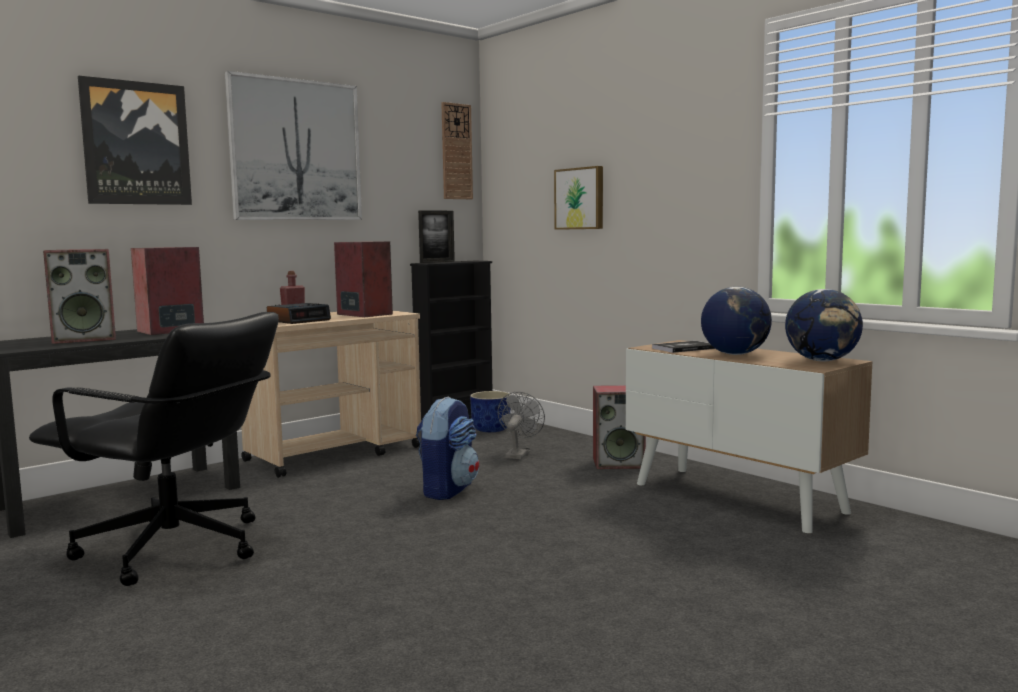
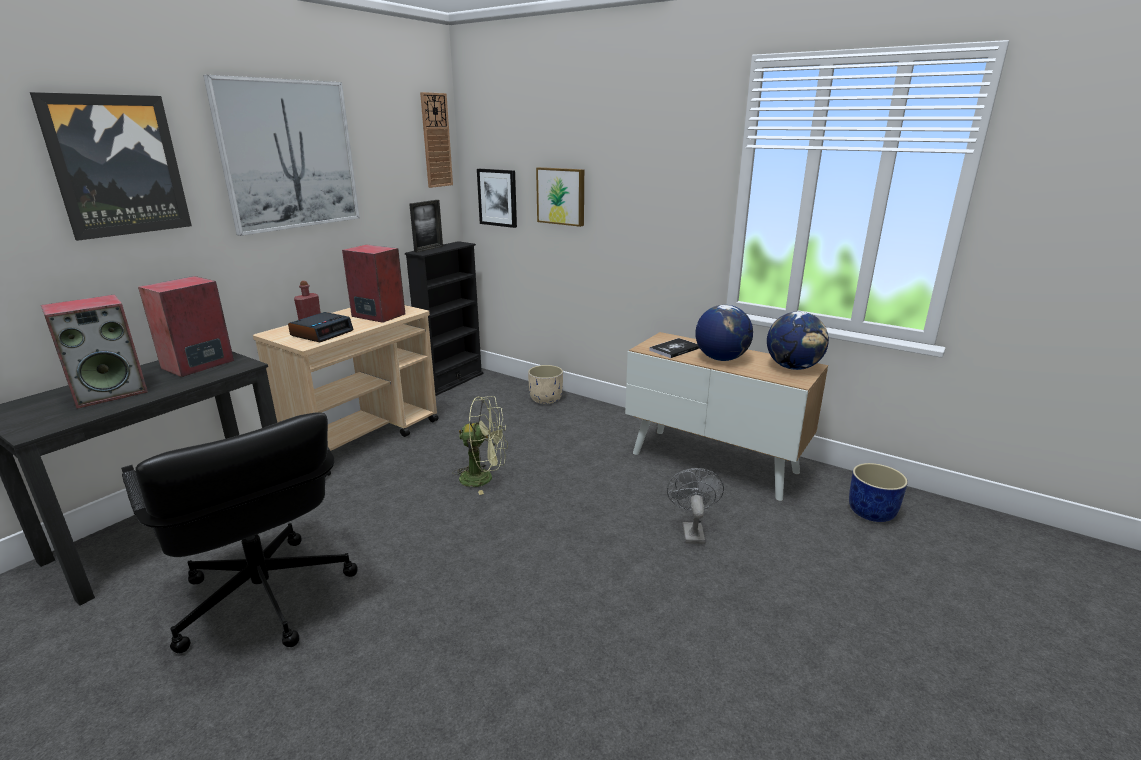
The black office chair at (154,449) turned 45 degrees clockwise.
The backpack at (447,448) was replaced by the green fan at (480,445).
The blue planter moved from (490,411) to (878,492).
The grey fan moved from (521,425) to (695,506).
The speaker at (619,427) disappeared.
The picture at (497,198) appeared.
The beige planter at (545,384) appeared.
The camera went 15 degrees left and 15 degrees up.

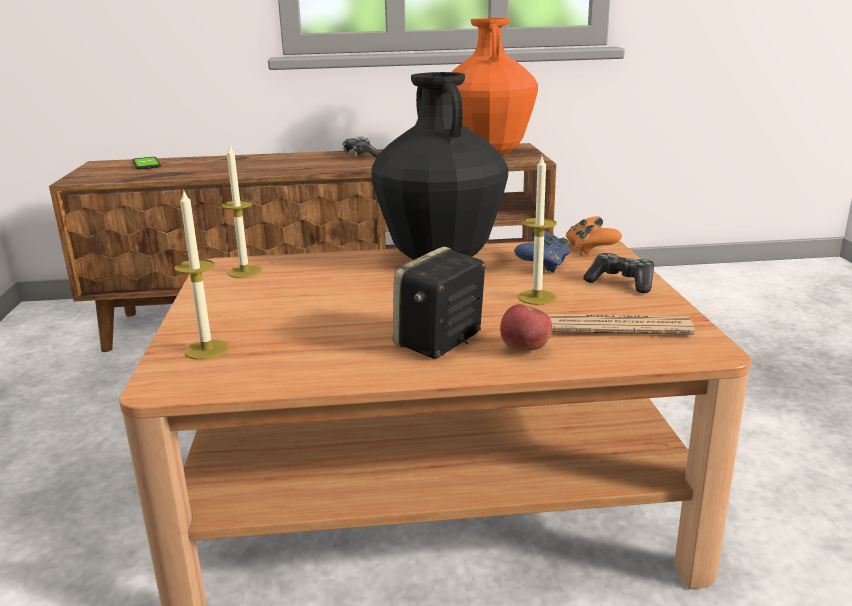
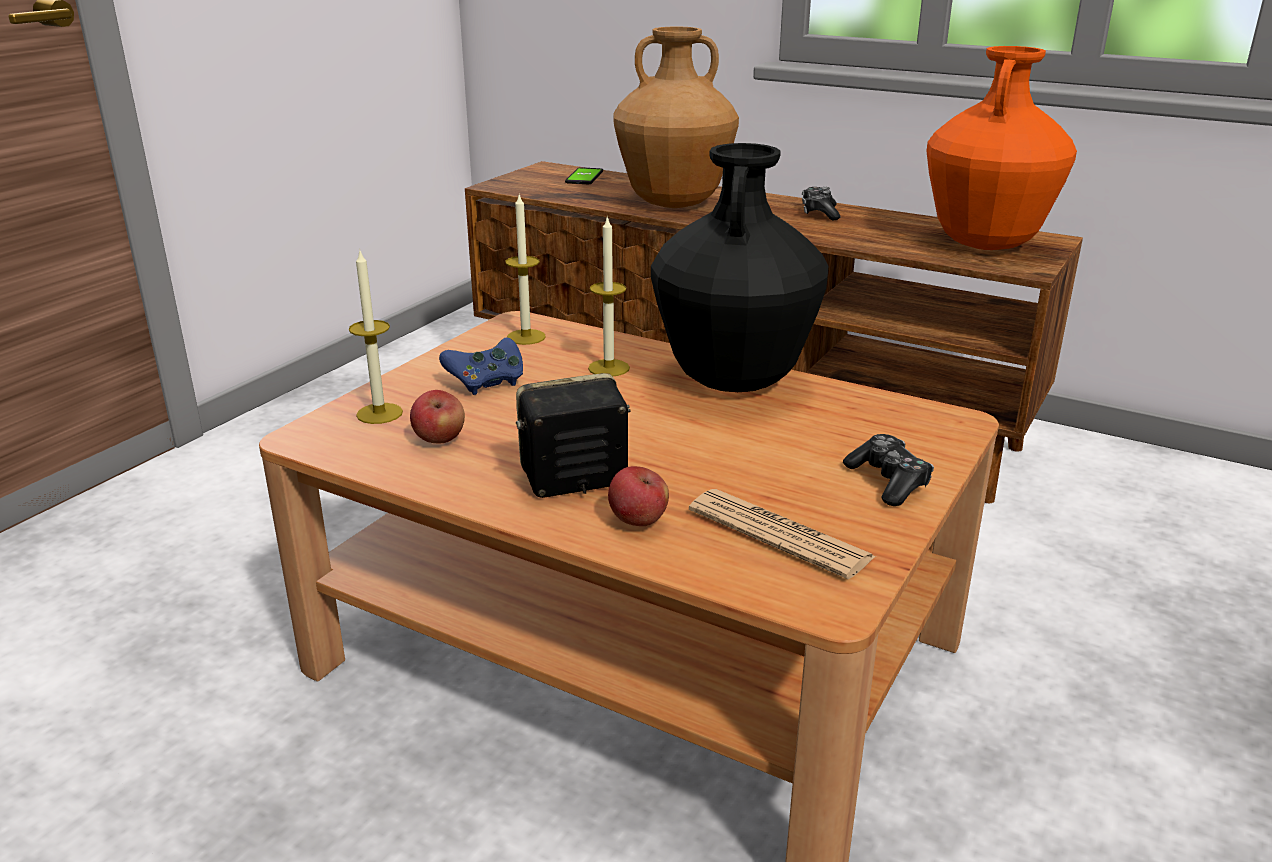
The blue game controller moved from (542,252) to (481,366).
The candle moved from (537,231) to (609,296).
The orange game controller at (594,236) disappeared.
The apple at (437,416) appeared.
The brown vase at (676,117) appeared.
The camera went 35 degrees right and 5 degrees up.

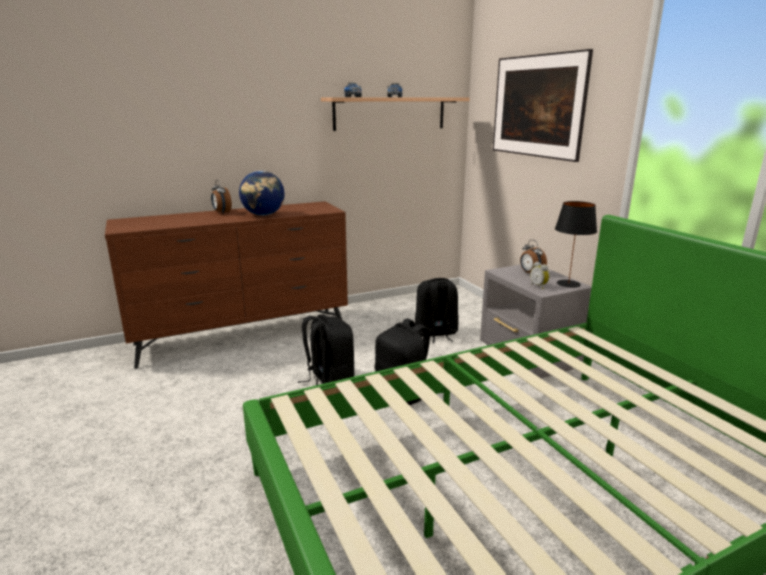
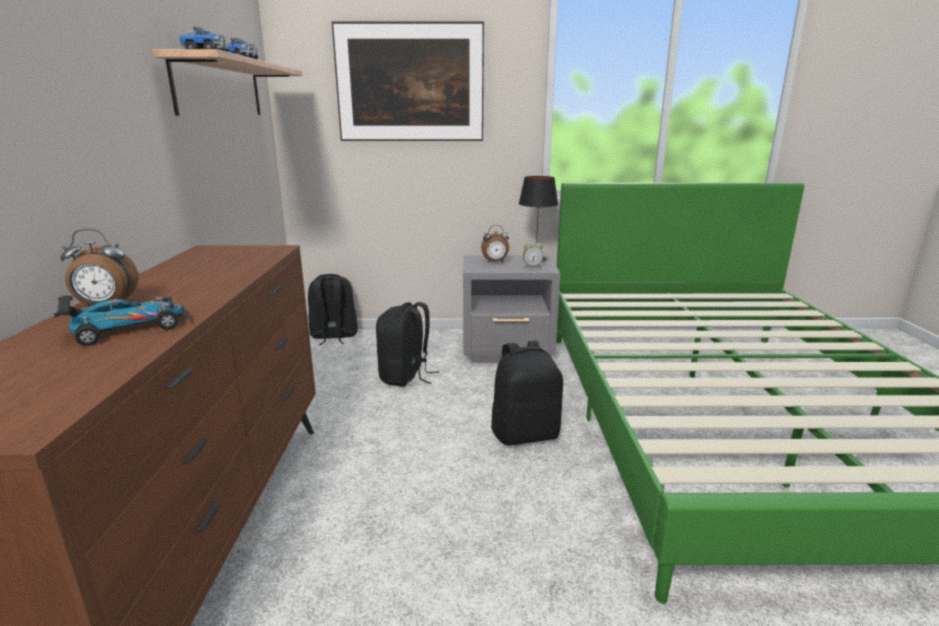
The globe at (262,193) disappeared.
The black backpack moved from (325,349) to (333,309).
The toy car at (121,317) appeared.
The camera went 65 degrees left and 0 degrees up.

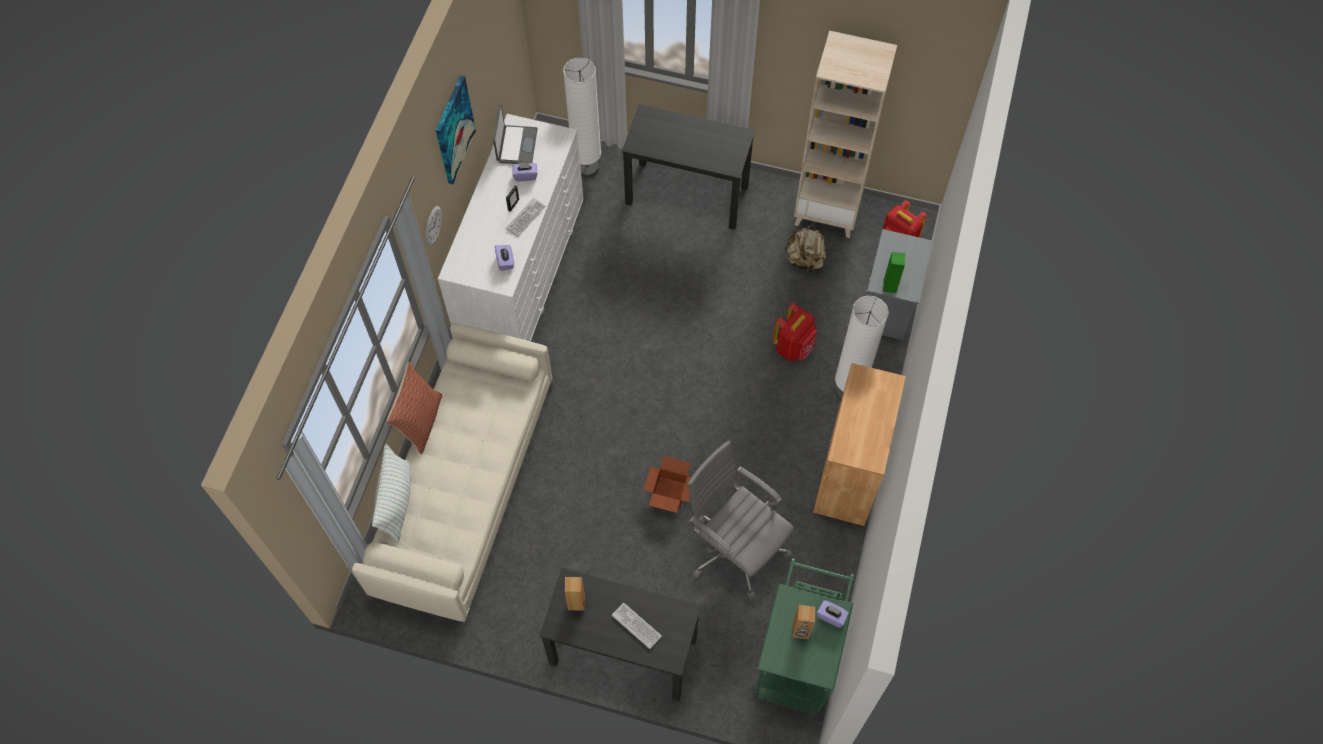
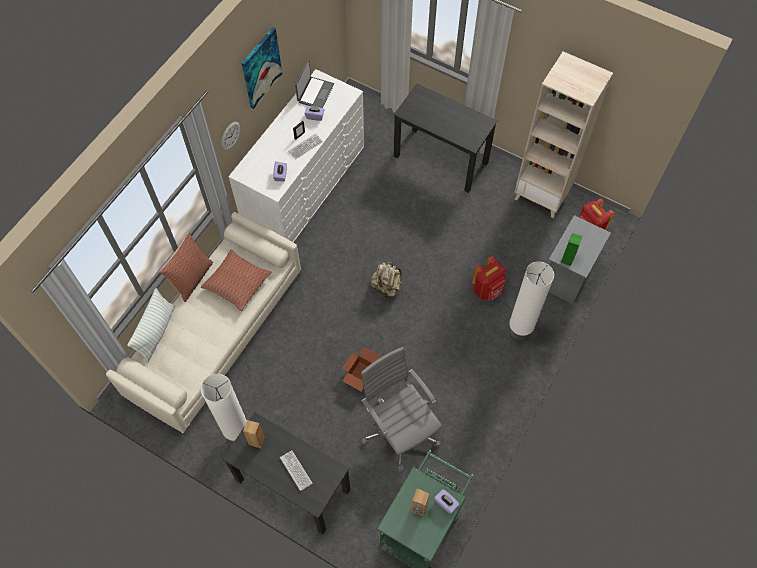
The white floor lamp moved from (582,117) to (224,408).
The beige backpack moved from (805,248) to (386,280).
The brown cabinet at (859,444) disappeared.
The pillow at (236,280) appeared.
The camera went 15 degrees right and 0 degrees up.

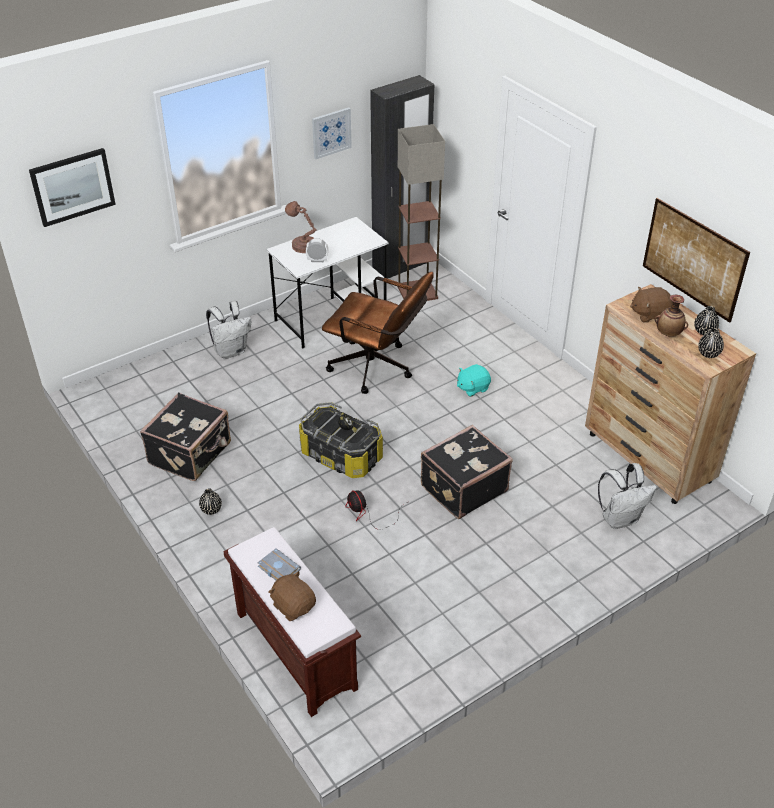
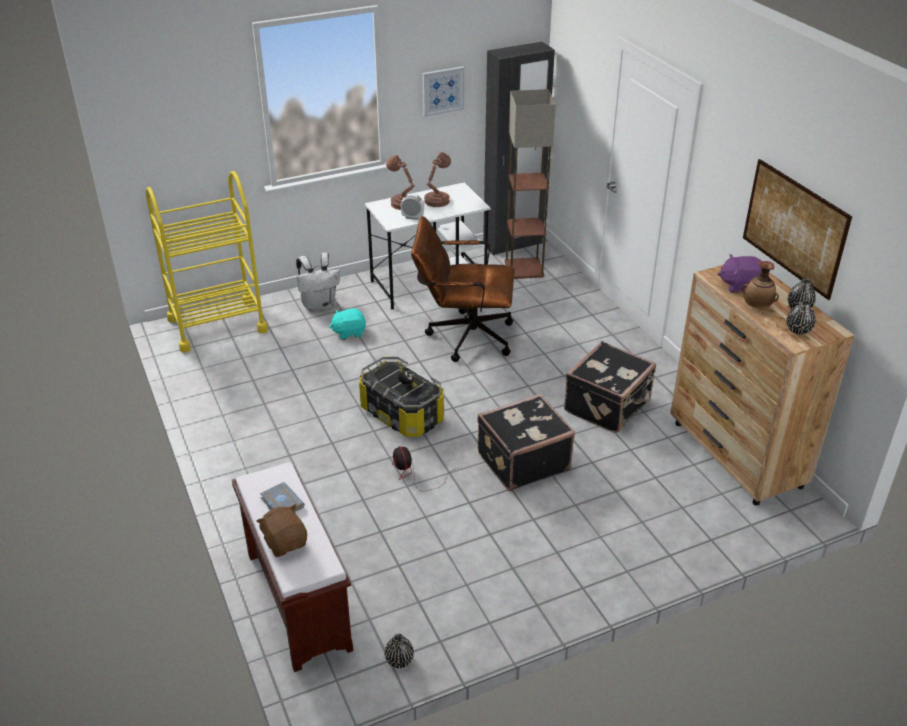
The picture at (72,187) disappeared.
The black suitcase moved from (185,437) to (610,387).
The black vase moved from (210,501) to (399,651).
The brown office chair at (378,333) turned 150 degrees clockwise.
The turquoise plush toy moved from (474,380) to (347,324).
The white backpack at (627,496) disappeared.
The brown plush toy at (651,305) became the purple plush toy at (739,273).
The yellow cart at (207,262) appeared.
The brown table lamp at (437,179) appeared.
The camera went 10 degrees right and 5 degrees down.

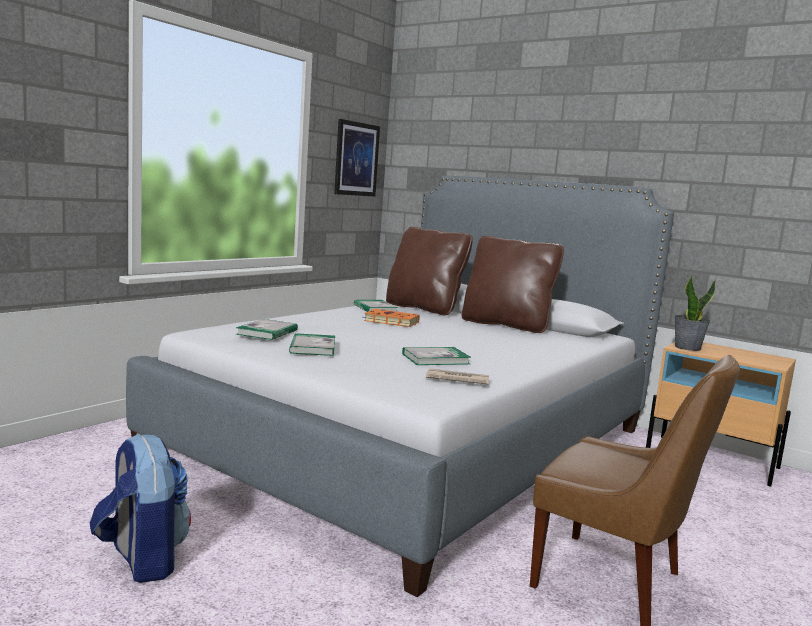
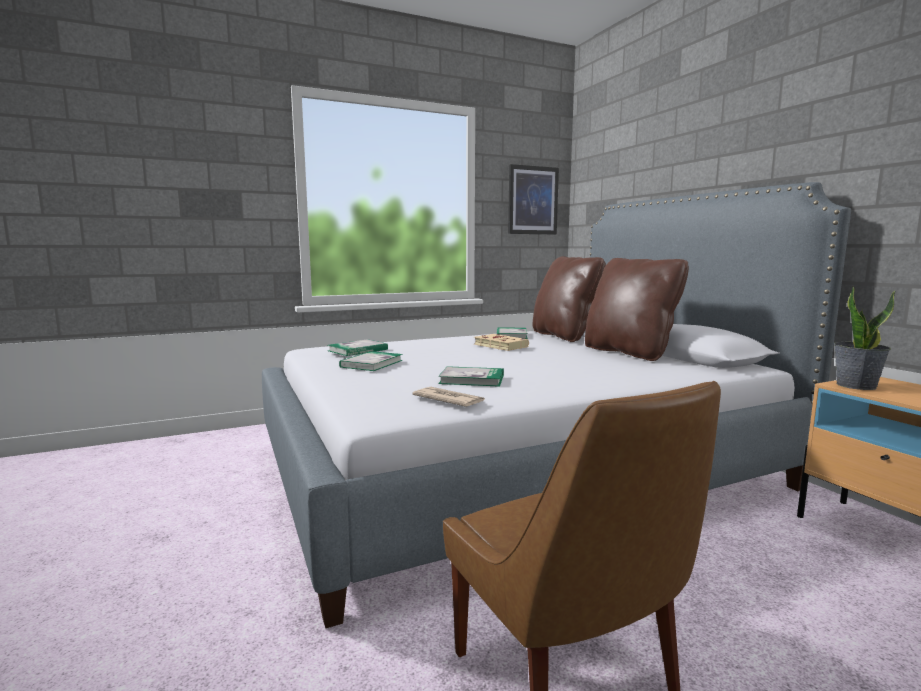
The backpack at (140,508) disappeared.
The orange book at (390,318) became the beige book at (501,342).
The camera went 30 degrees right and 0 degrees up.

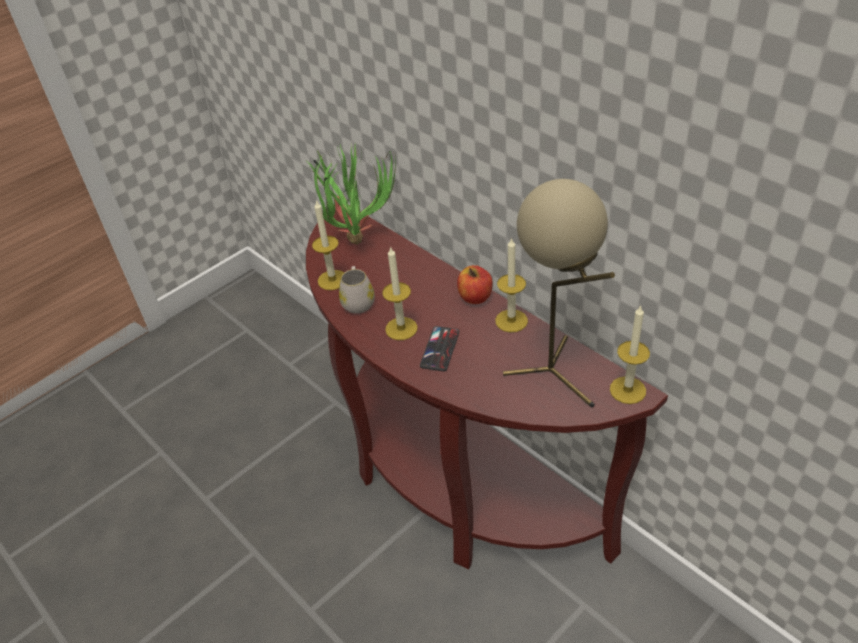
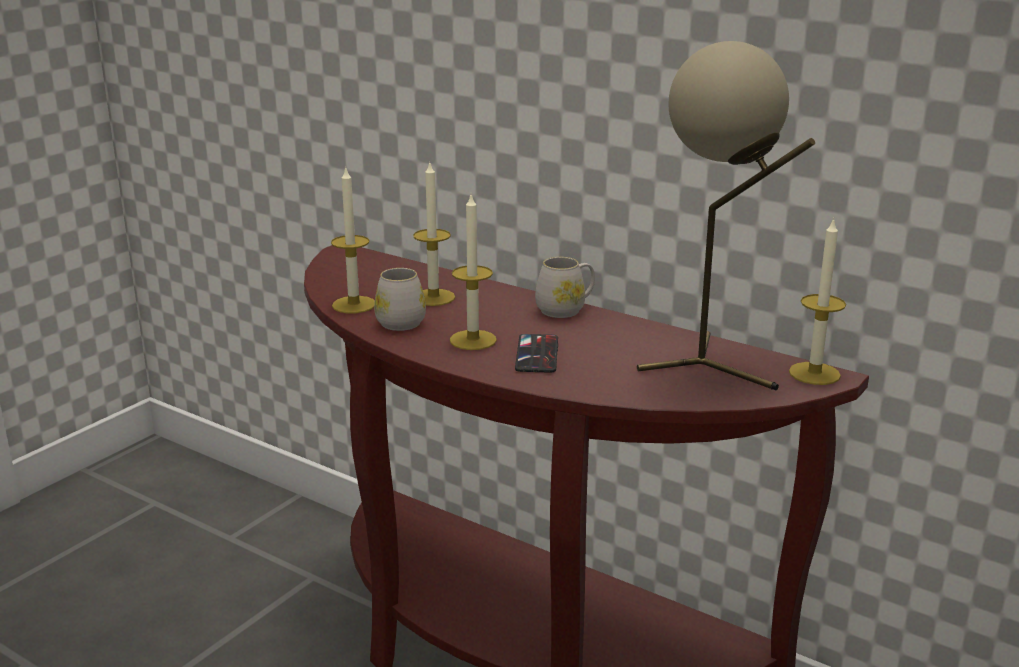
The potted plant at (351,193) disappeared.
The apple at (475,284) was replaced by the white mug at (565,287).
The candle moved from (511,284) to (434,234).
The camera went 15 degrees left and 20 degrees down.

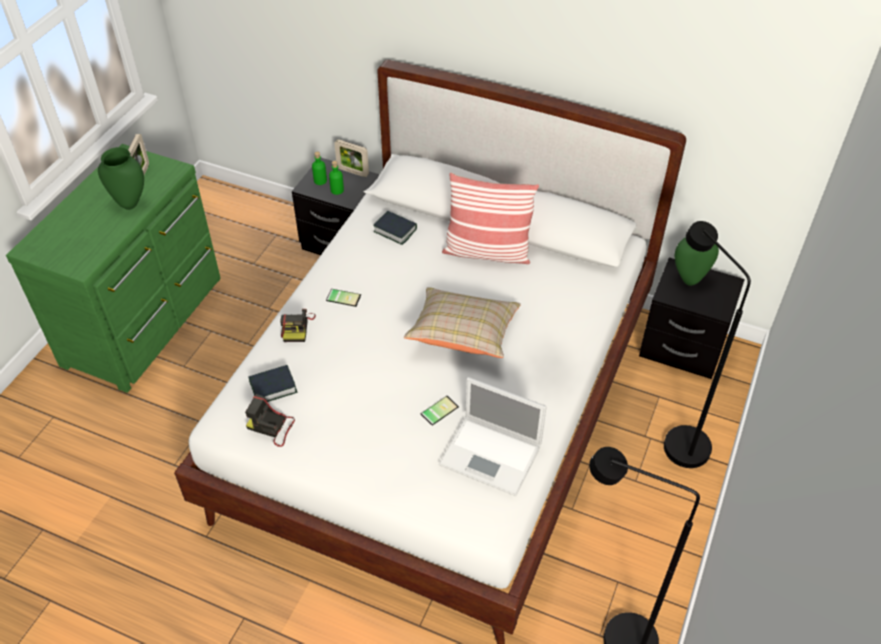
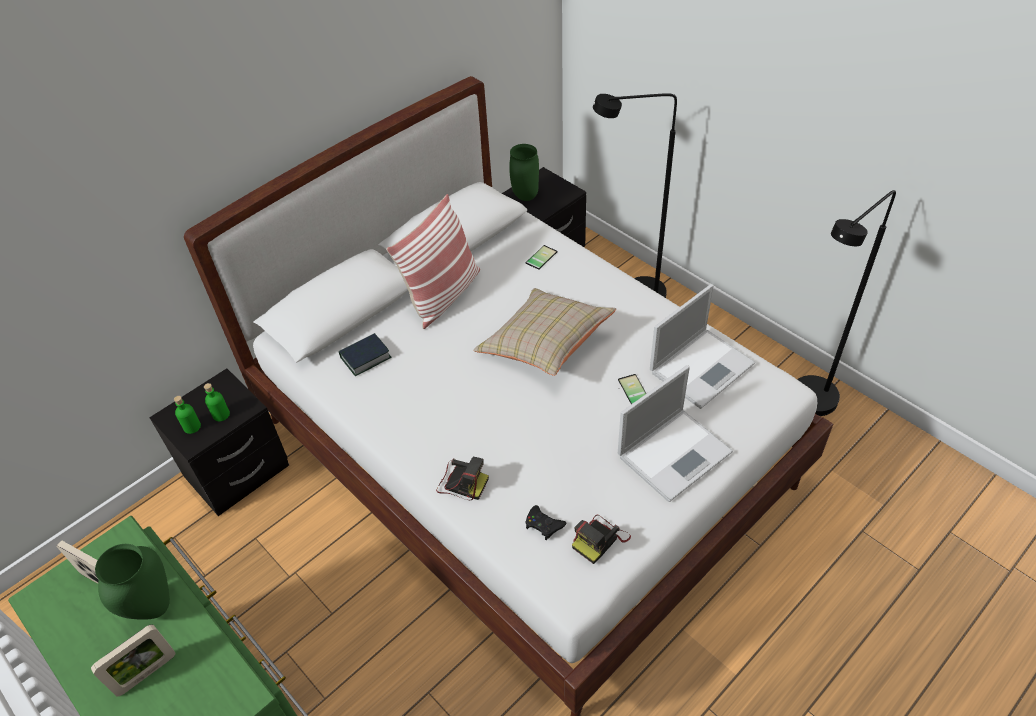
The book at (273,383) was replaced by the black game controller at (545,522).
The phone moved from (343,298) to (542,257).
The picture frame moved from (351,158) to (133,660).
The laptop at (675,433) appeared.
The camera went 65 degrees left and 0 degrees up.

